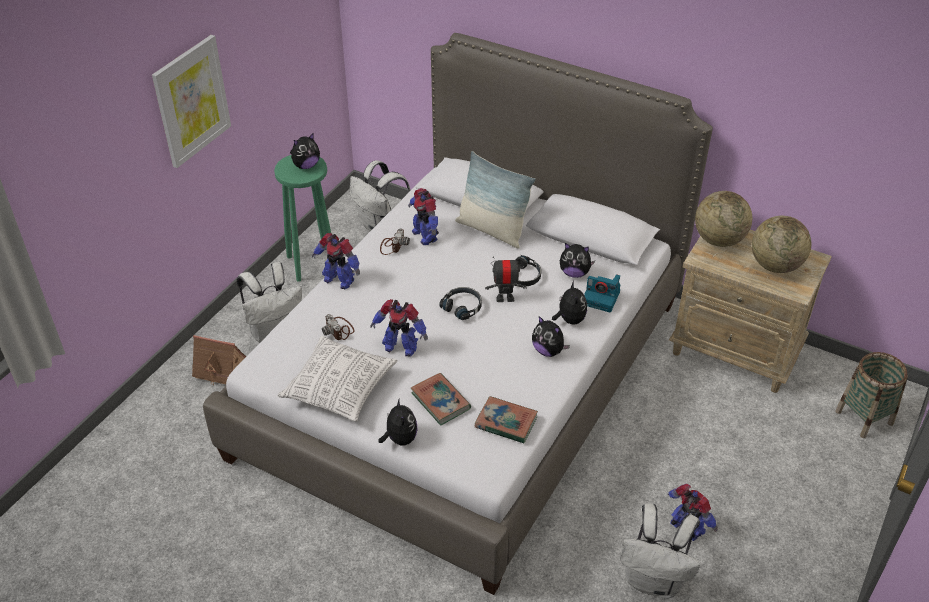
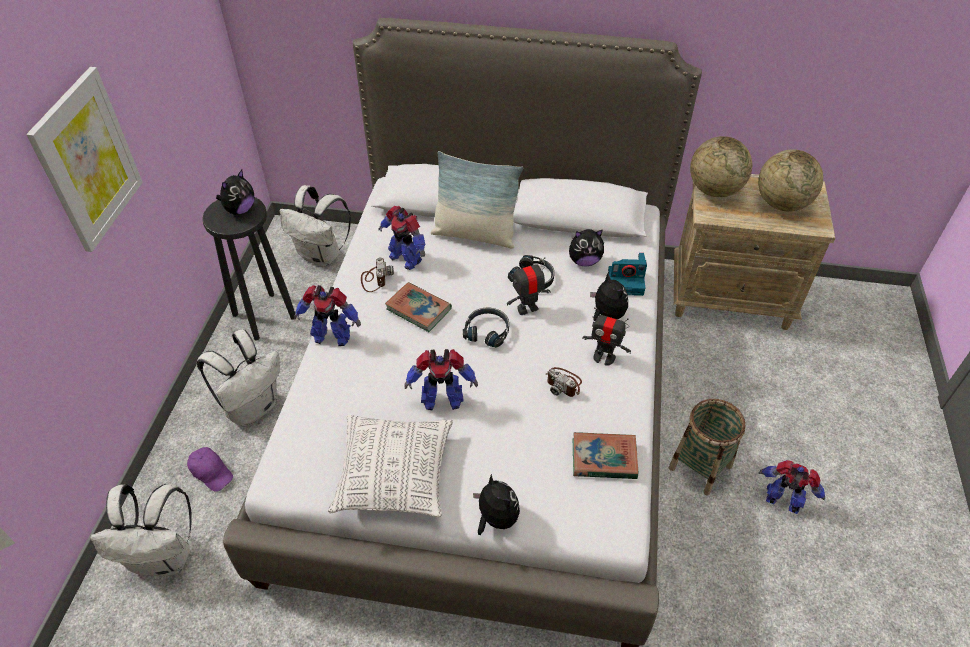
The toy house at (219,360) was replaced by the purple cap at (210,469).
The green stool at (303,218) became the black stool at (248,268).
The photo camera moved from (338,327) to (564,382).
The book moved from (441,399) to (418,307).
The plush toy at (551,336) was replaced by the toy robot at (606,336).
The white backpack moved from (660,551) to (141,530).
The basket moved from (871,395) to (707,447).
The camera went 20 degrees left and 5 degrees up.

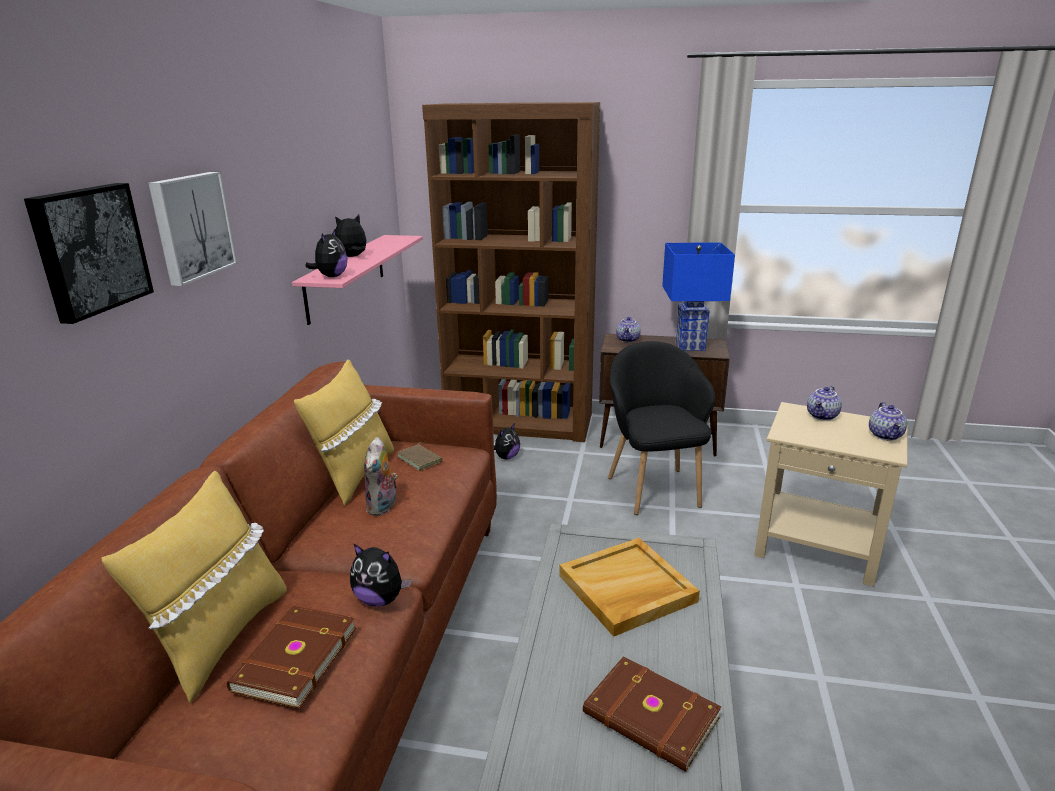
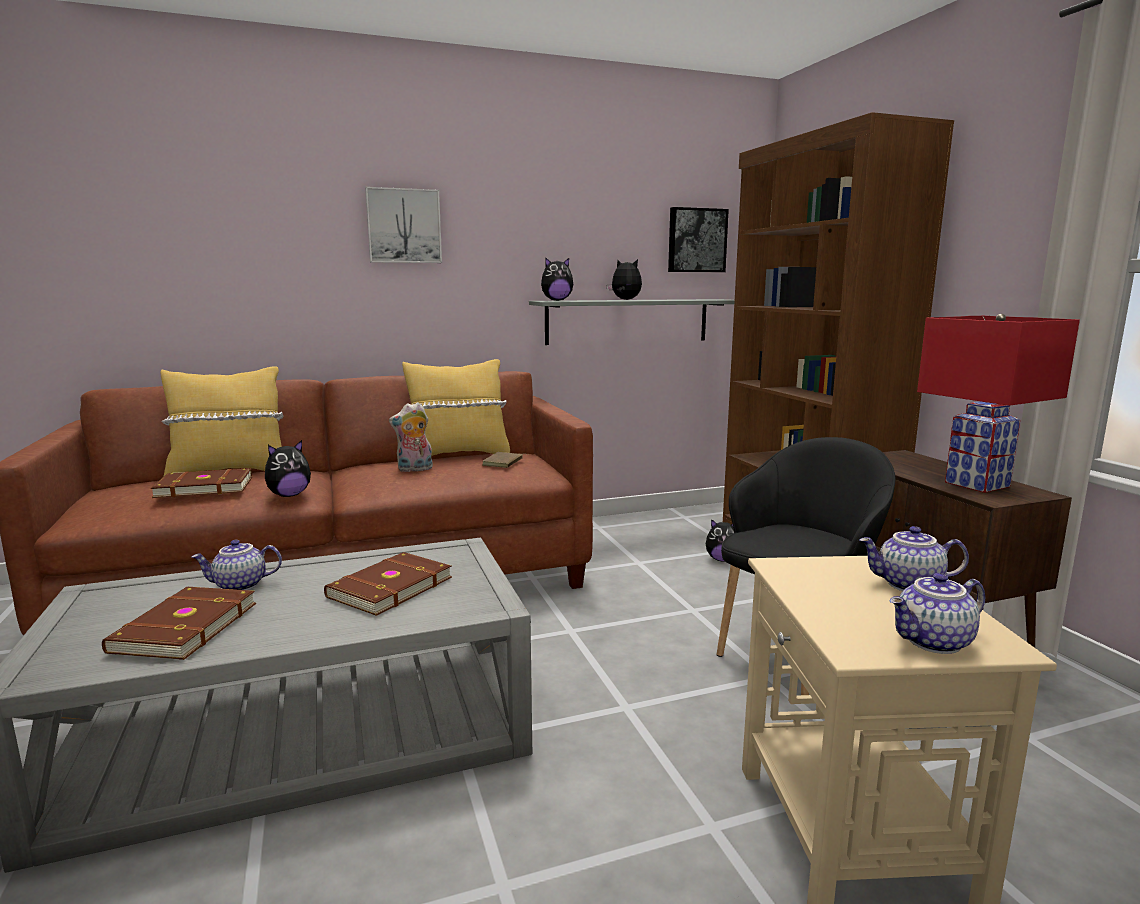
The picture moved from (89,253) to (698,239).
The pink shelf at (357,280) became the grey shelf at (632,322).
The plush toy at (380,575) turned 120 degrees counterclockwise.
The beige tray at (629,587) was replaced by the brown book at (388,584).
The teapot moved from (628,330) to (236,565).
The blue table lamp at (698,297) became the red table lamp at (998,403).
The camera went 60 degrees right and 10 degrees down.

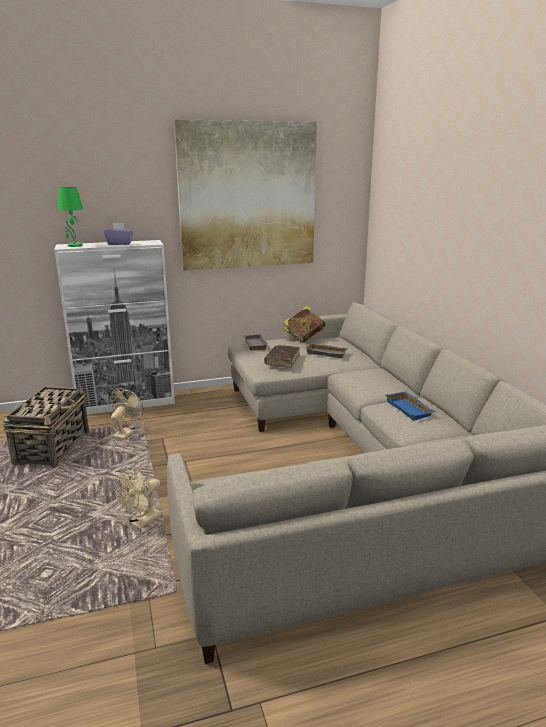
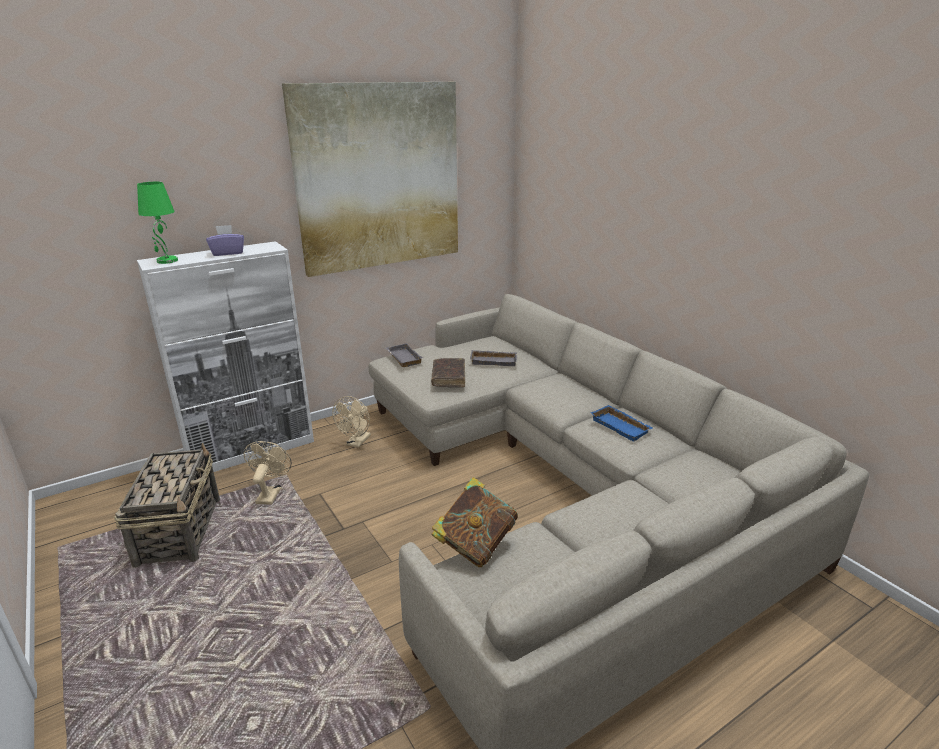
The beige fan moved from (138,498) to (351,422).
The book moved from (304,324) to (475,522).
The camera went 15 degrees left and 5 degrees up.

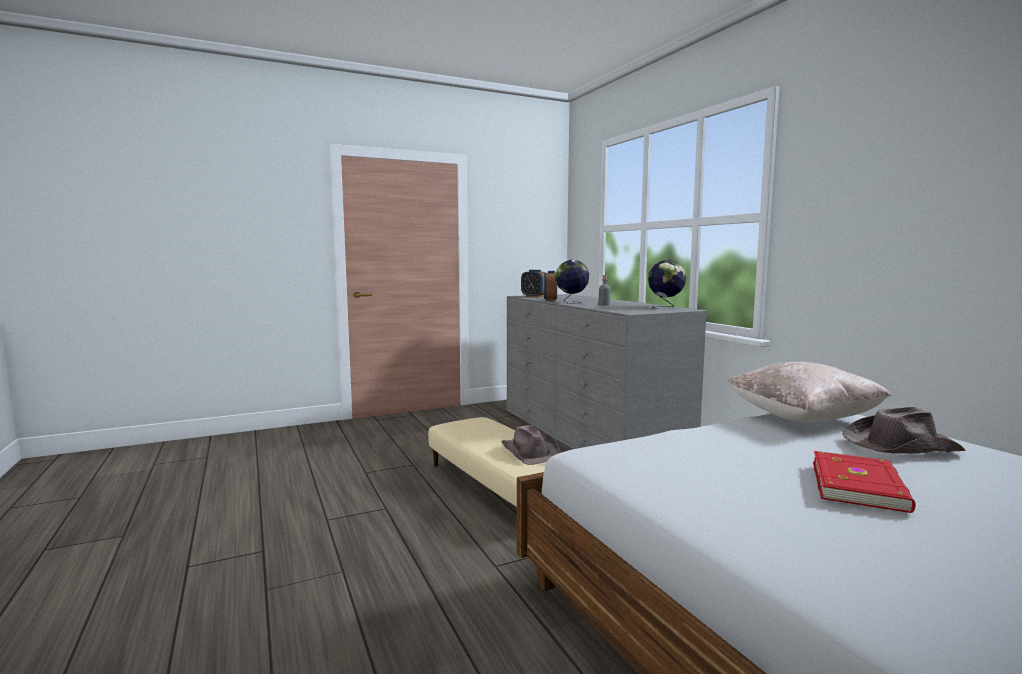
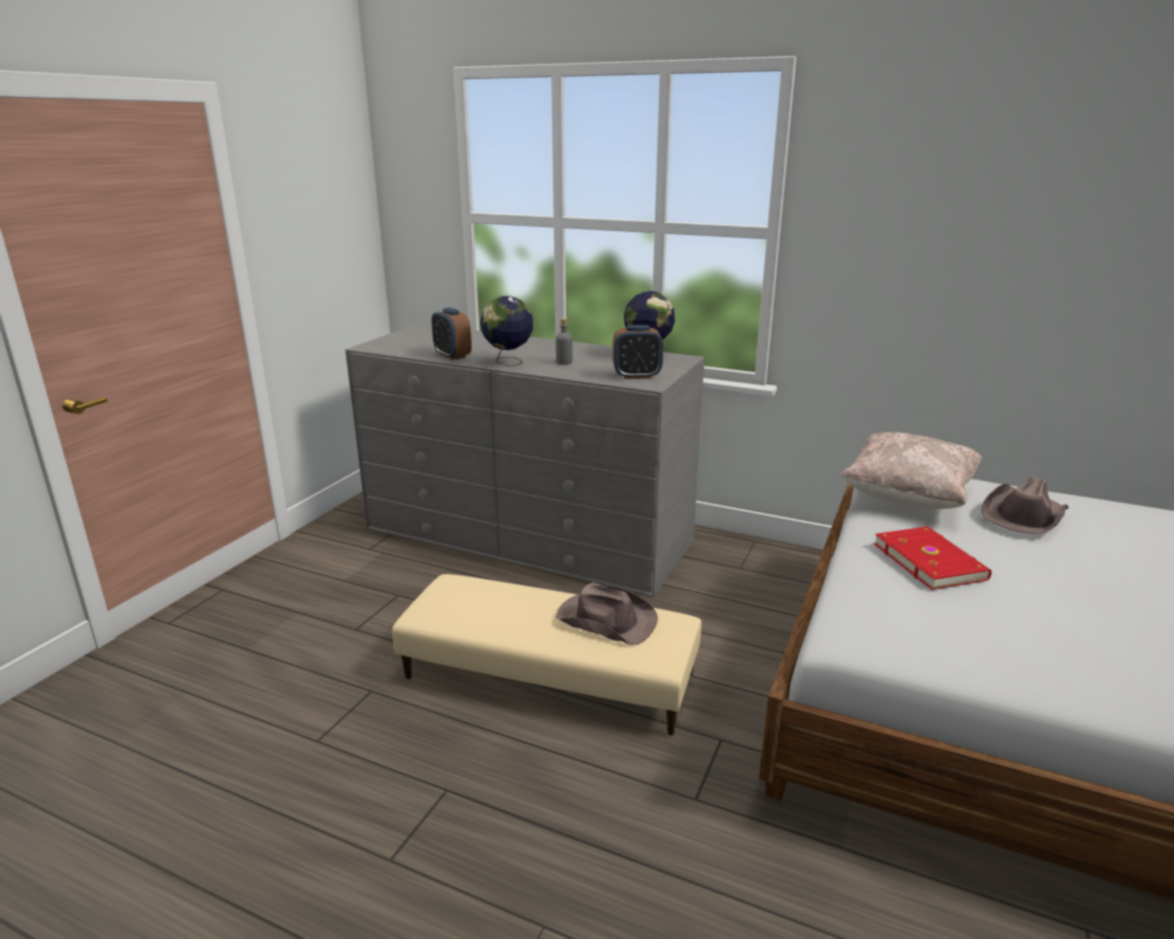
The alarm clock moved from (533,283) to (638,352).
The red book moved from (864,482) to (933,558).
The camera went 40 degrees left and 15 degrees up.

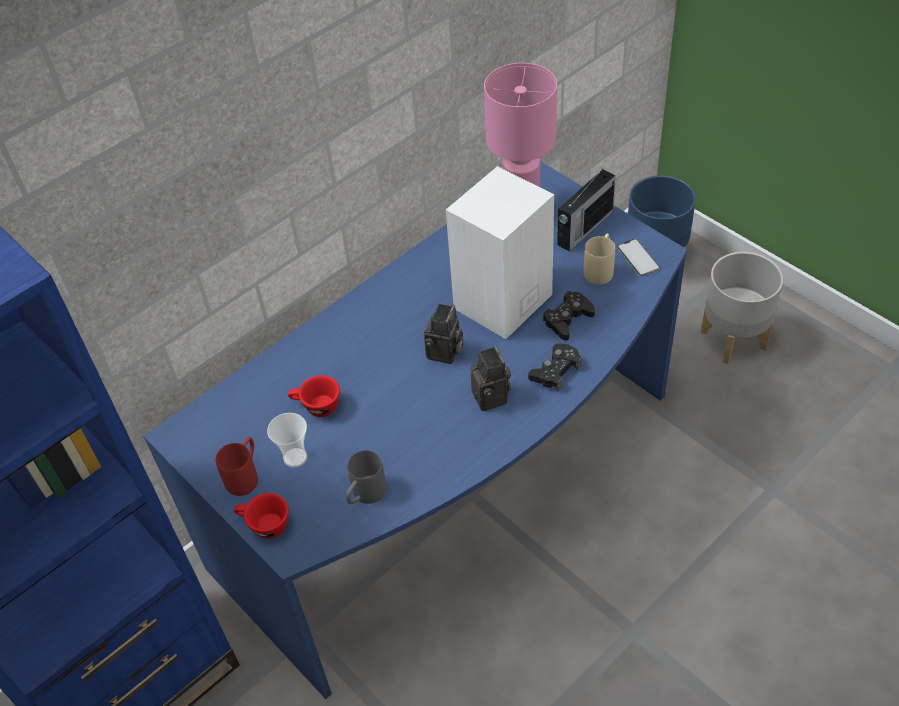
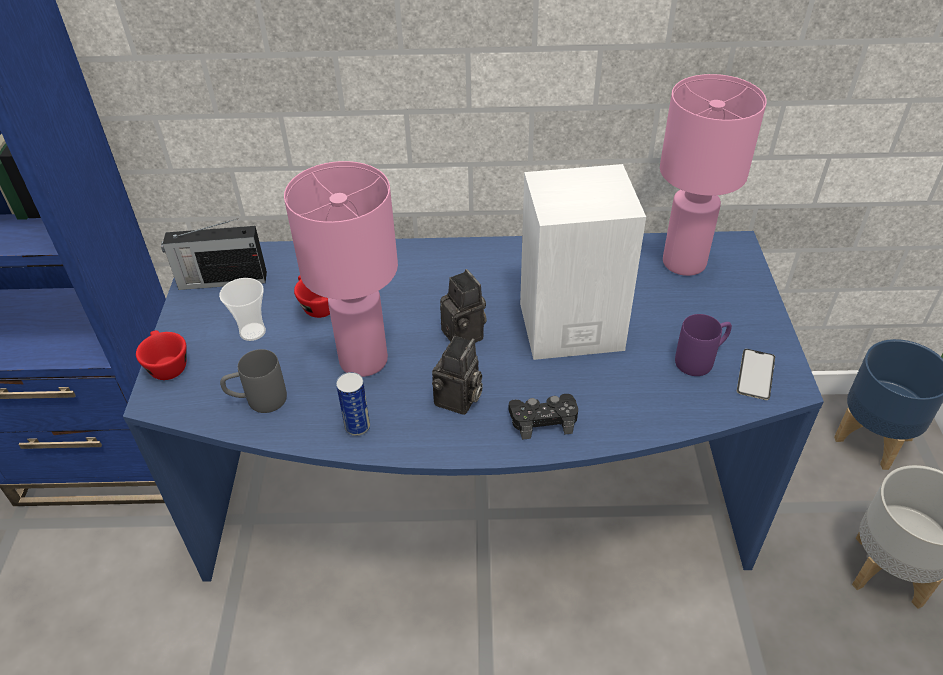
The red mug at (237,466) disappeared.
The photo camera at (444,334) turned 90 degrees counterclockwise.
The black game controller at (569,315) disappeared.
The radio moved from (586,209) to (214,254).
The beige mug at (599,259) became the purple mug at (703,345).
The pink table lamp at (341,269) appeared.
The can at (353,404) appeared.
The camera went 40 degrees right and 5 degrees down.

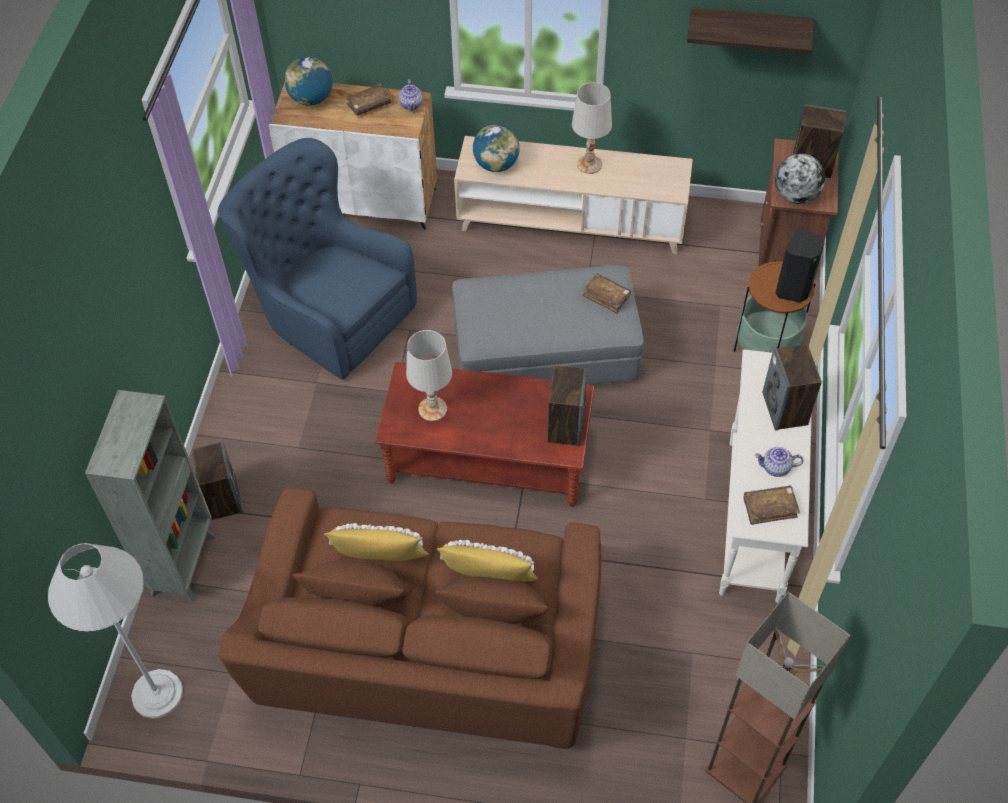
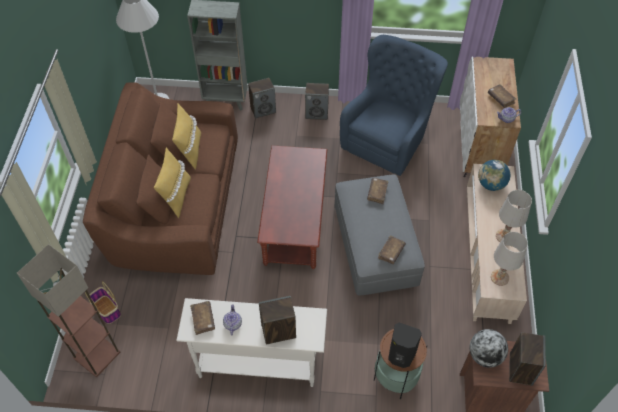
The globe at (308,81) disappeared.
The white table lamp moved from (429,375) to (509,259).
The speaker moved from (567,406) to (317,101).
The shelf at (750,30) disappeared.
The basket at (103,302) appeared.
The brown book at (377,191) appeared.
The camera went 85 degrees right and 0 degrees up.

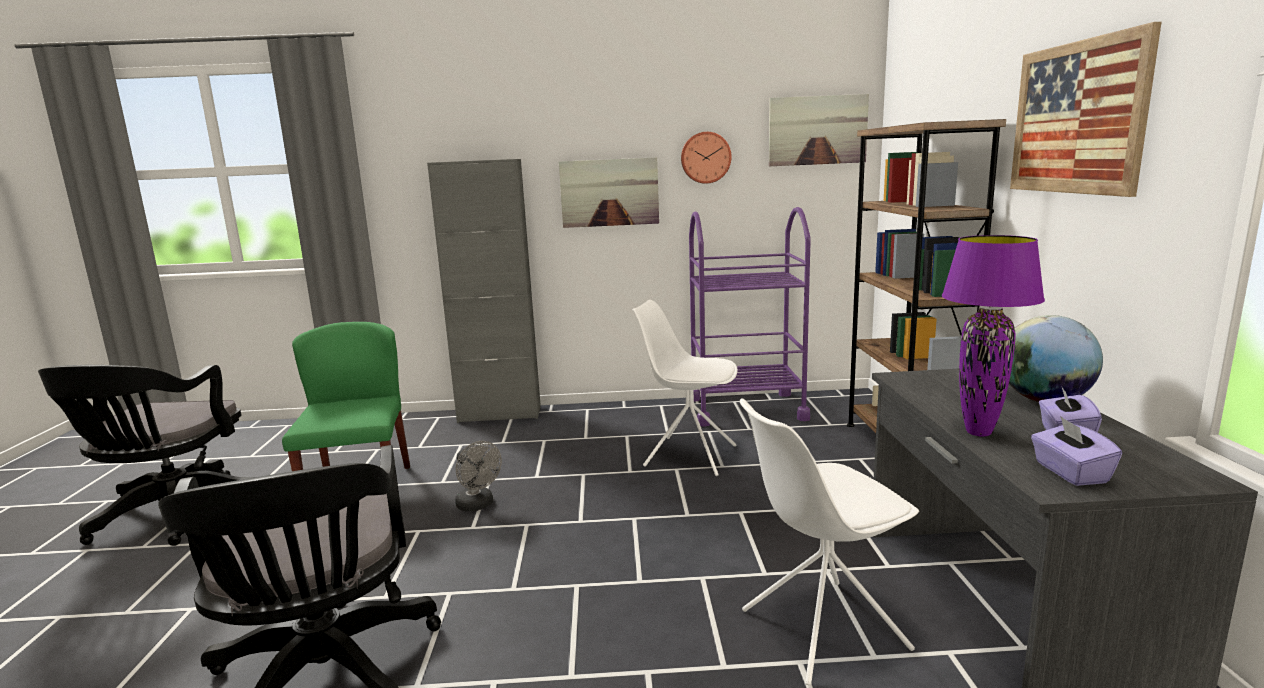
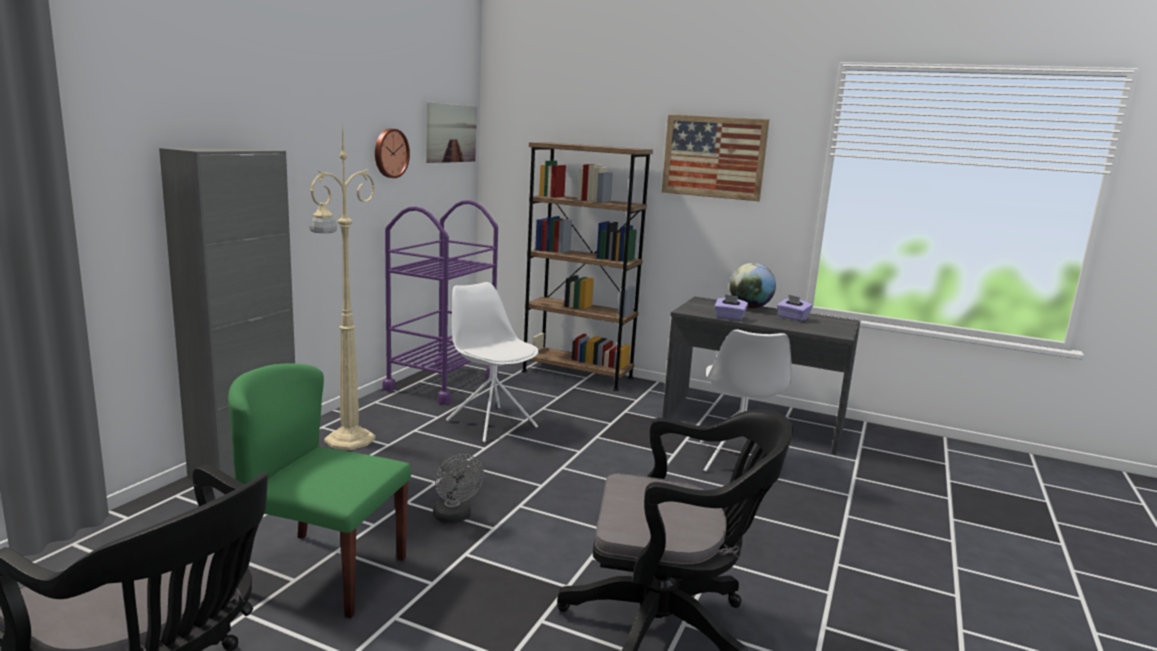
The grey fan at (478,476) turned 75 degrees clockwise.
The picture at (609,192) disappeared.
The white chair at (685,388) turned 90 degrees clockwise.
The purple table lamp at (993,336) disappeared.
The purple tissue box moved from (1076,451) to (731,307).
The beige floor lamp at (342,284) appeared.
The camera went 65 degrees left and 0 degrees up.

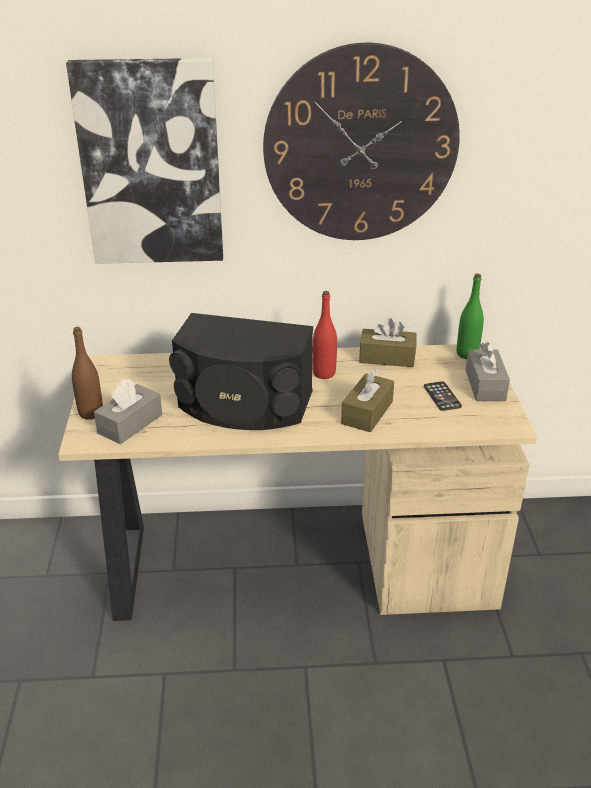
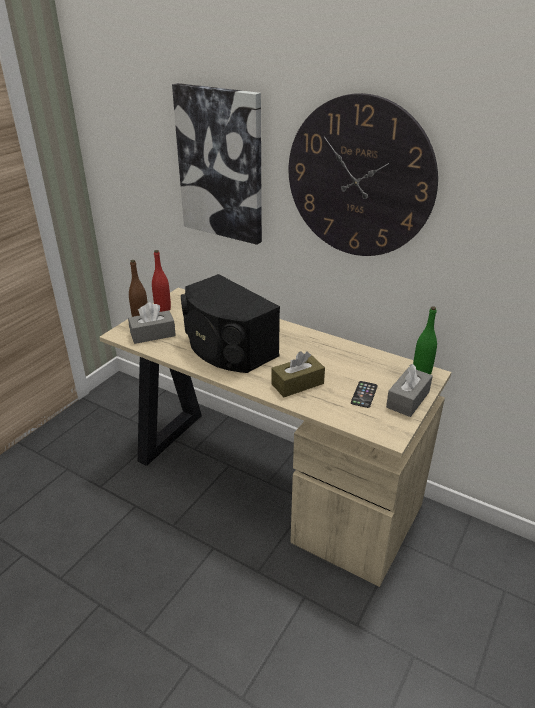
The red bottle moved from (325,335) to (161,281).
The brown tissue box at (388,342) disappeared.
The camera went 35 degrees right and 0 degrees up.

